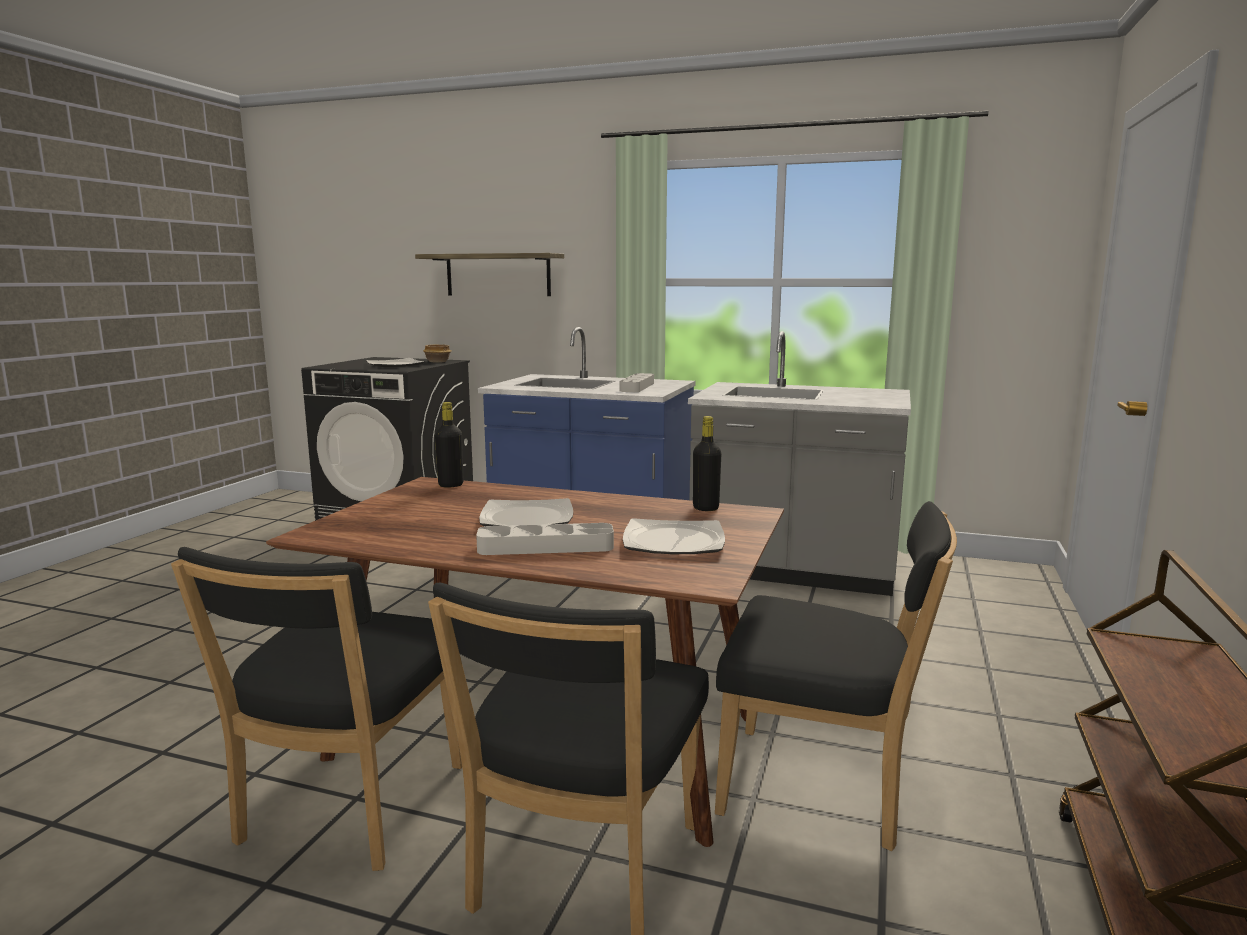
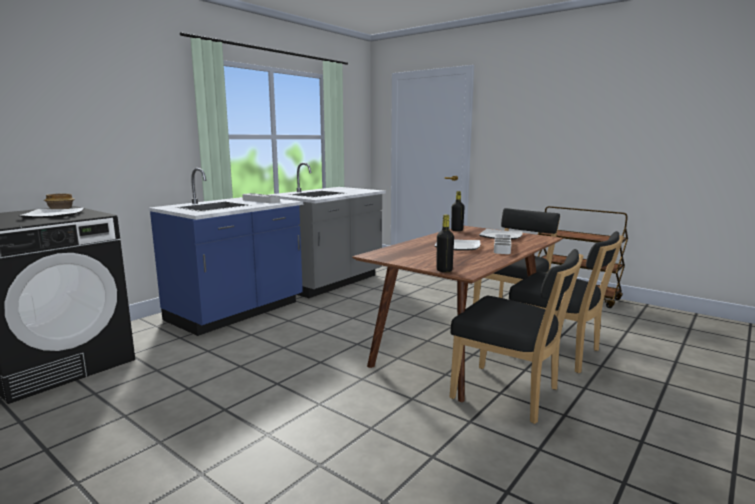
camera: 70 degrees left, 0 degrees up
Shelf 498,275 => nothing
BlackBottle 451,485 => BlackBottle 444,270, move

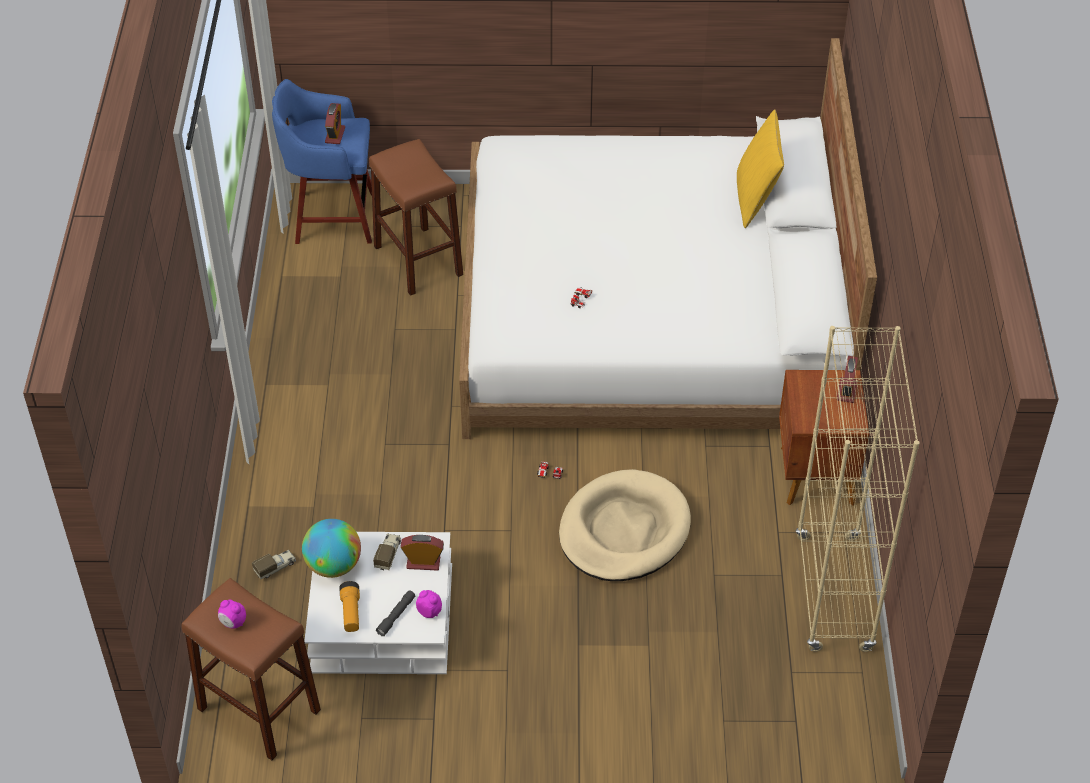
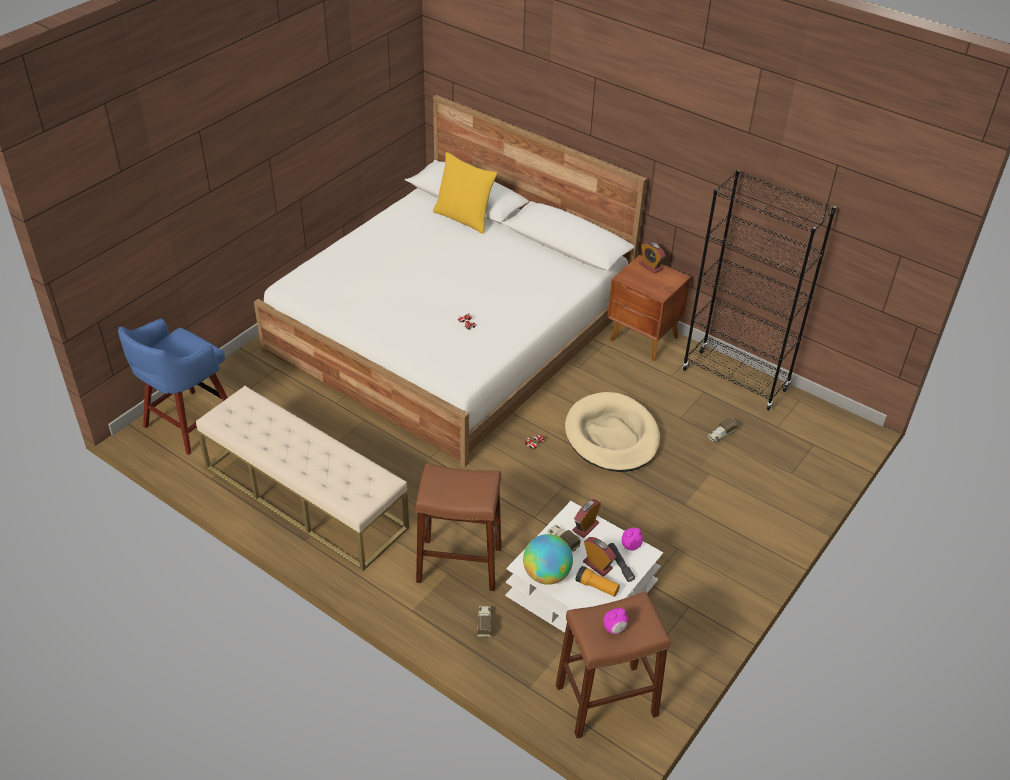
camera: 55 degrees left, 5 degrees down
TableClock 335,135 => TableClock 597,565, move
BrownStoolSeat 418,260 => BrownStoolSeat 459,564, move
BeigeColouredBookshelf 833,594 => BlackBookshelf 735,380
nothing => BeigeColouredBench 304,497
nothing => ToyLorry 720,435

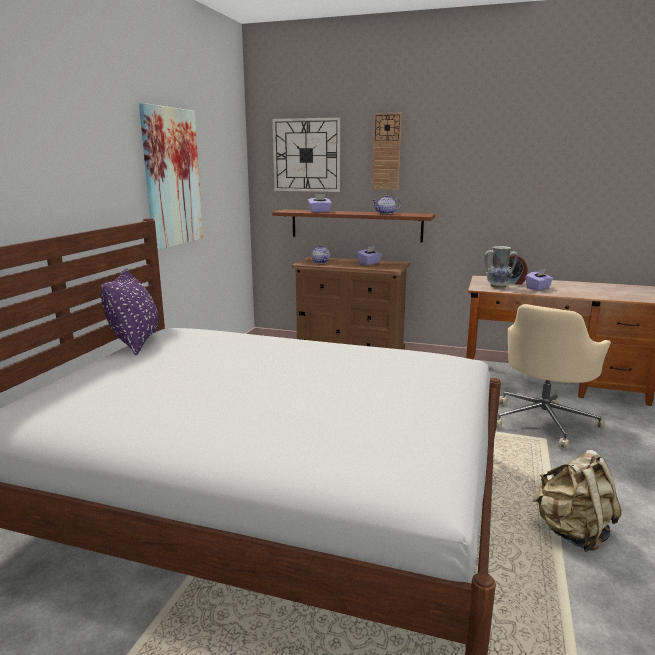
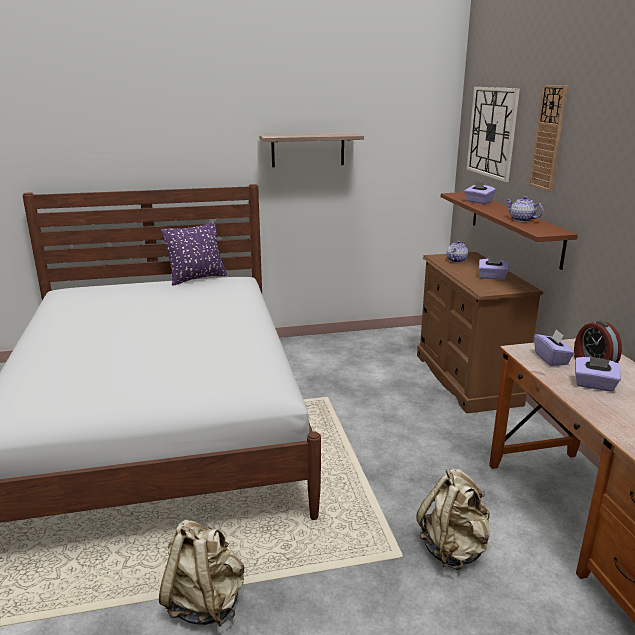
camera: 60 degrees right, 5 degrees up
WallPicture 172,177 => Shelf 308,150
DecorativeVase 498,286 => PurpleColouredTissueBox 551,359
BeigeColouredOfficeChair 543,421 => BeigeColouredRucksack 453,548

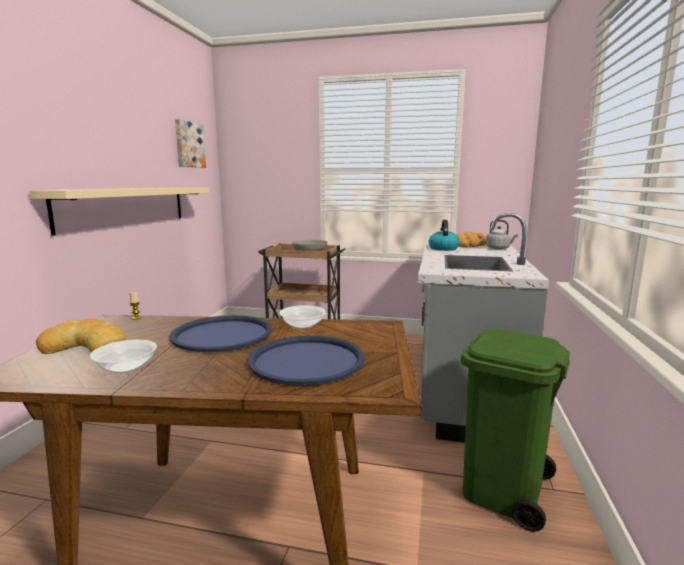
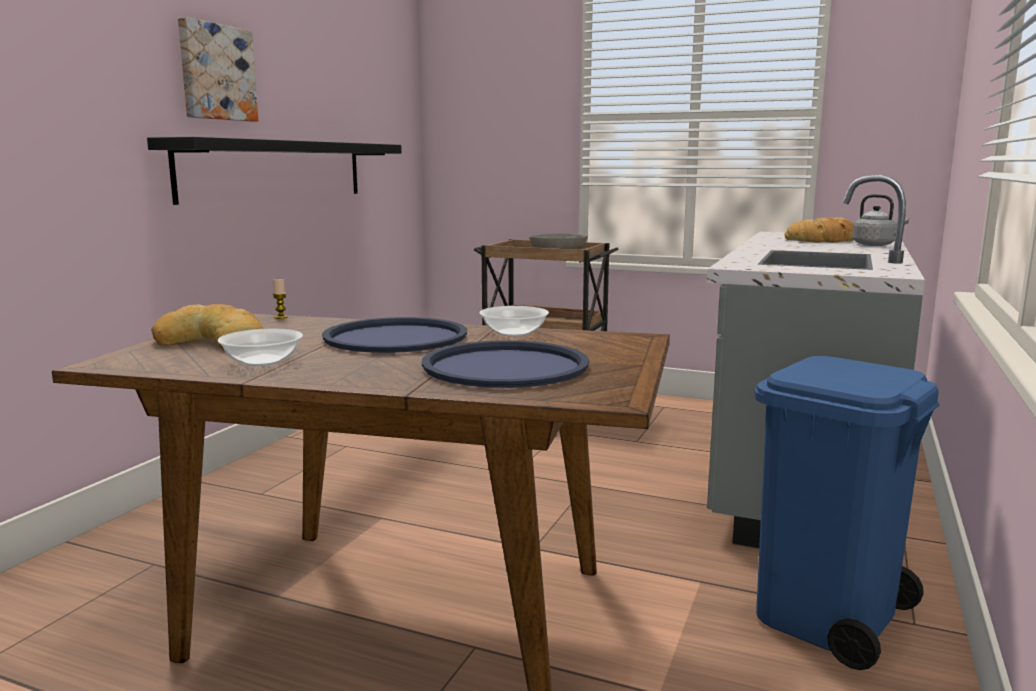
camera: 10 degrees right, 0 degrees up
WallPicture 189,144 => WallPicture 216,73, move
BeigeColouredShelf 126,207 => BlackShelf 276,170
Kettle 443,248 => nothing
GreenColouredTrashCan 503,490 => BlueColouredTrashCan 826,617

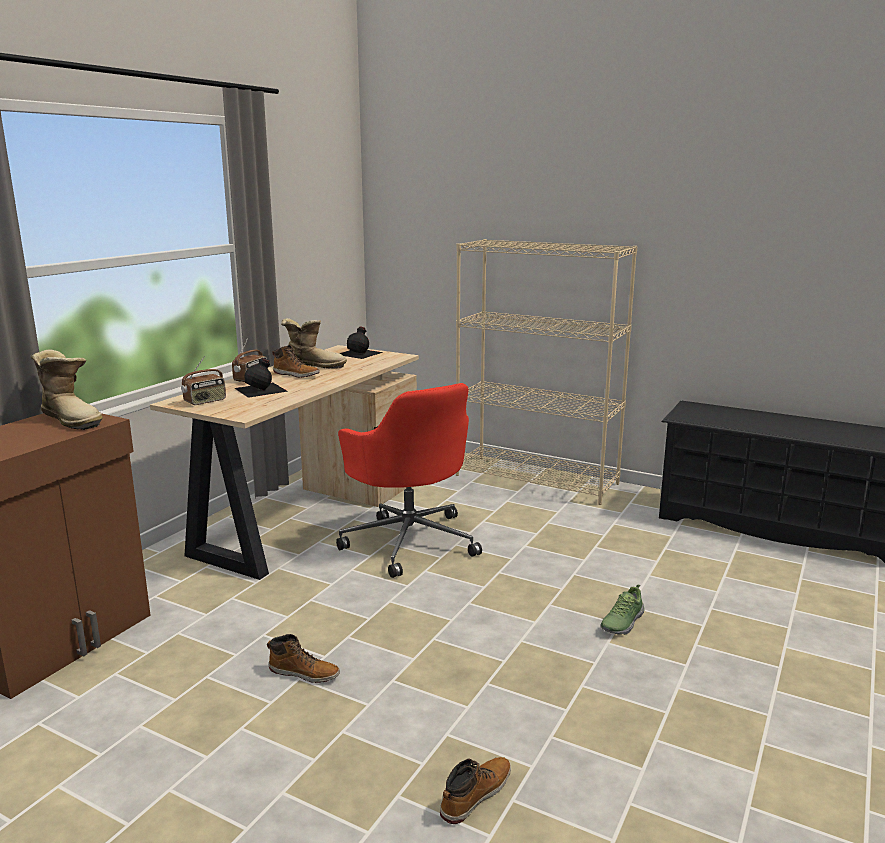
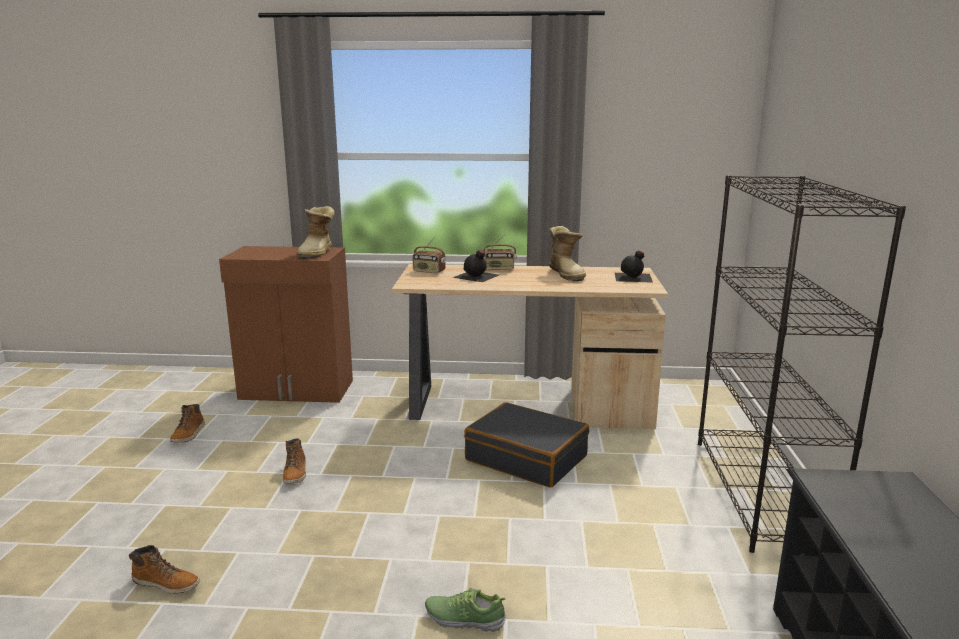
camera: 65 degrees right, 0 degrees up
BeigeColouredBookshelf 537,479 => BlackBookshelf 760,493
TallBoot 296,374 => TallBoot 189,434, move
ReddishOfficeChair 409,541 => BlackSuitcase 526,458

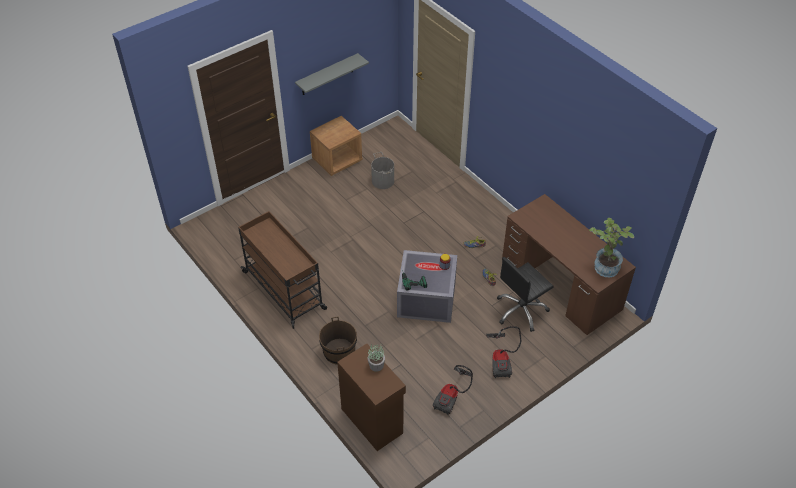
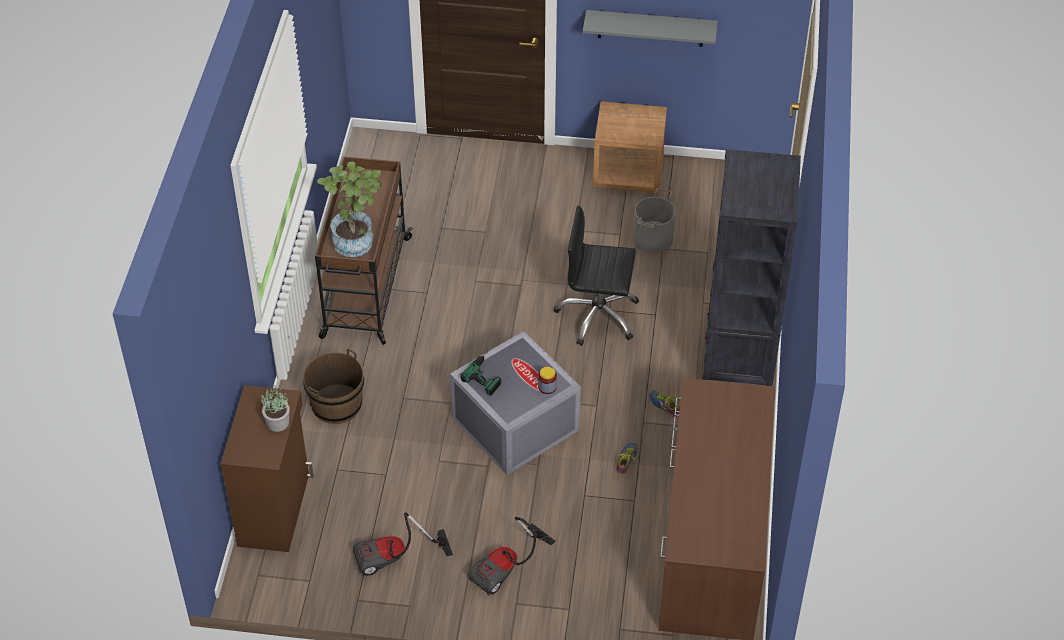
camera: 45 degrees right, 0 degrees up
Houseplant 604,265 => Houseplant 356,239, move
BlackOfficeChair 521,311 => BlackOfficeChair 598,316, move
nothing => BlackBookshelf 737,369

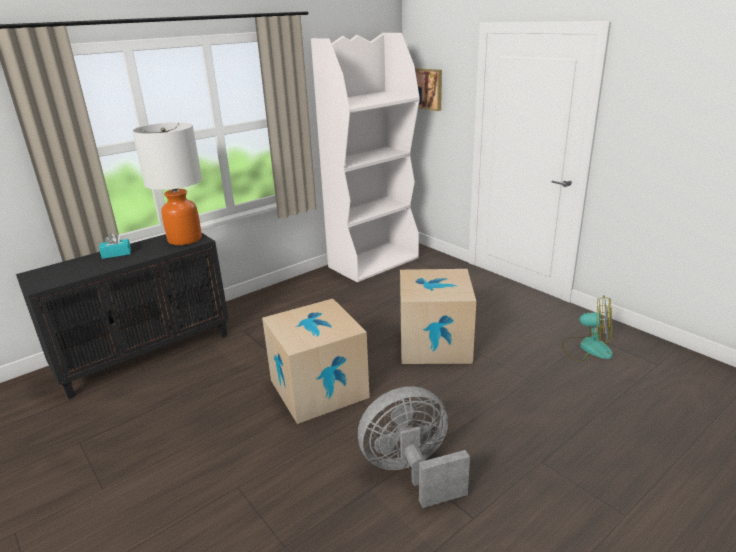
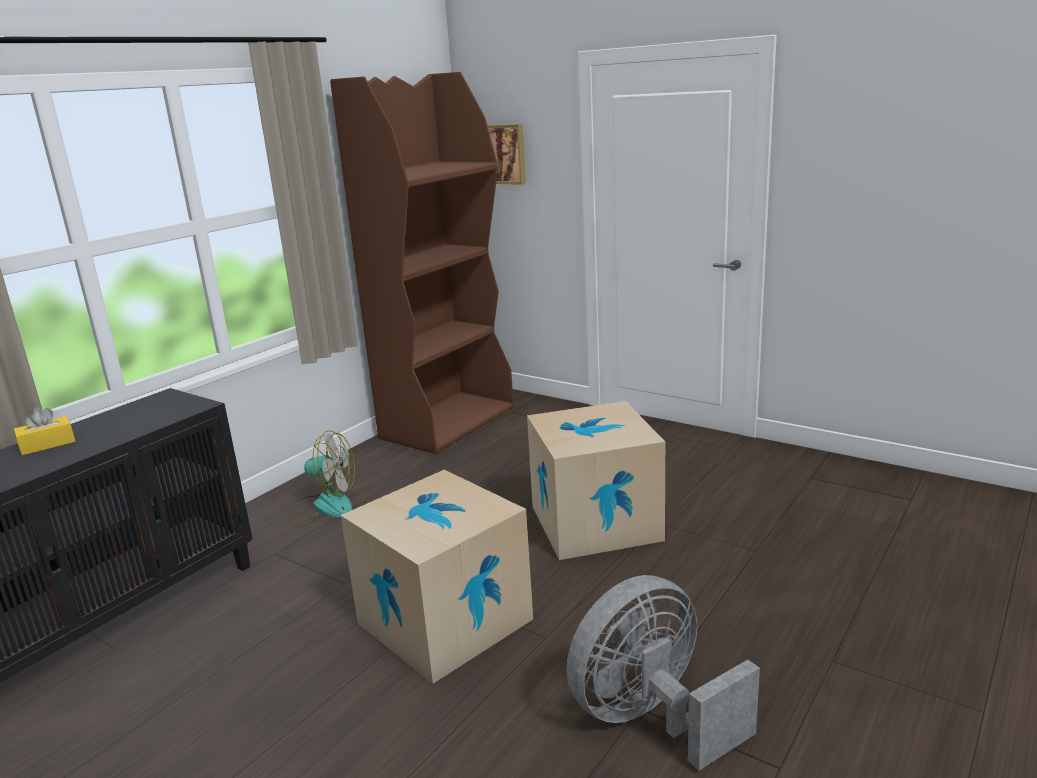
camera: 15 degrees left, 5 degrees down
WhiteBookshelf 374,262 => BrownBookshelf 448,422
LampForATable 184,239 => nothing
TurquoiseColouredTissueBox 116,254 => YellowTissueBox 47,444
Fan 587,347 => Fan 323,506, move

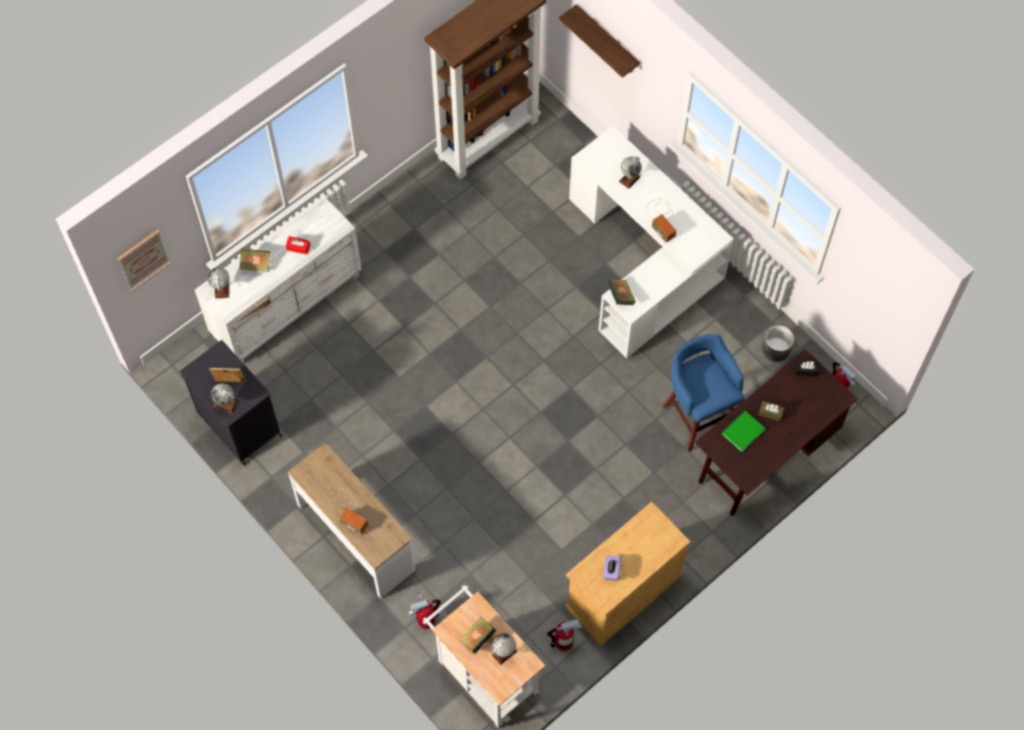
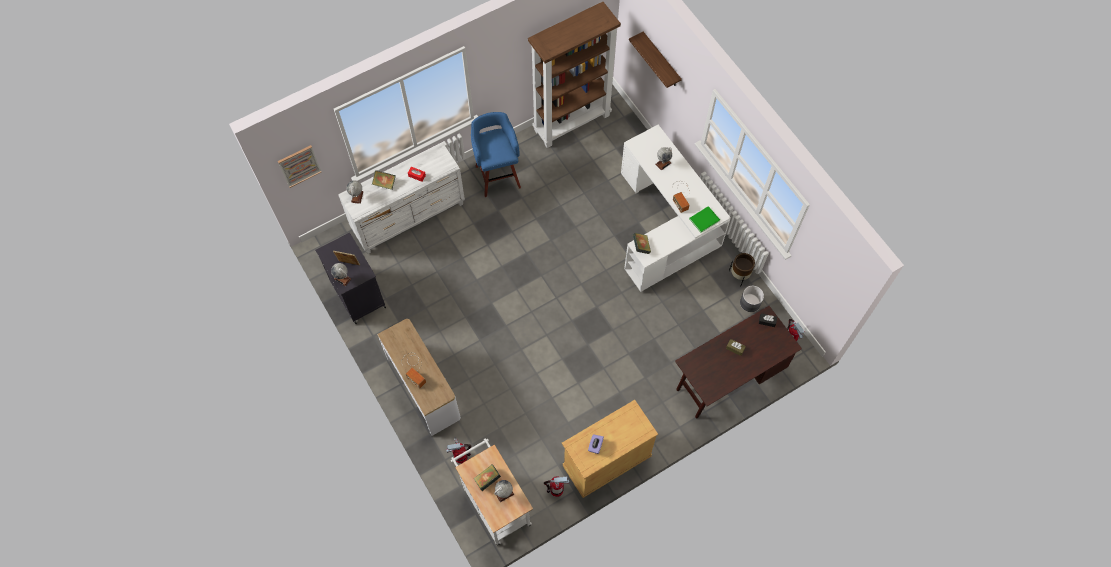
camera: 10 degrees right, 0 degrees up
BlueColouredStoolSeat 698,415 => BlueColouredStoolSeat 497,175, move
GreenColouredBoundBook 741,431 => GreenColouredBoundBook 703,219, move
nothing => BrownPlanter 739,275

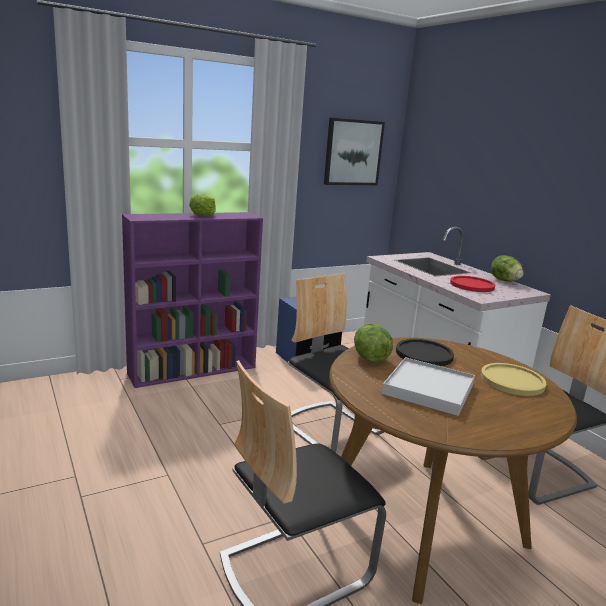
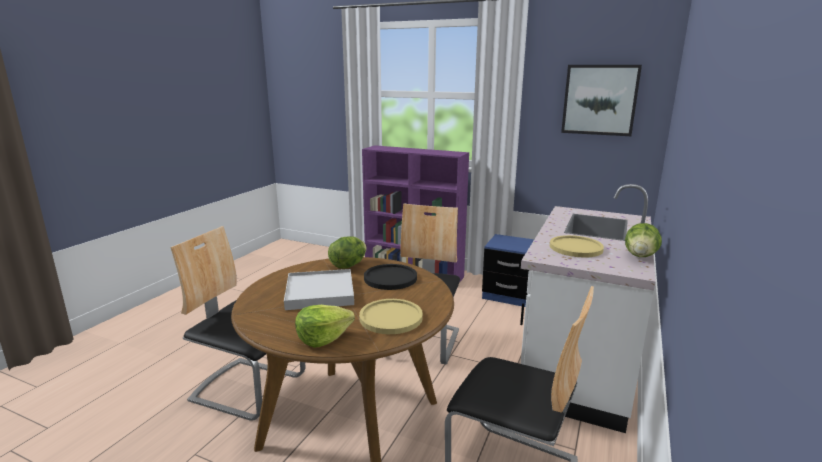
camera: 55 degrees right, 0 degrees up
Lettuce 203,214 => Lettuce 323,338, move
ReddishPlate 472,285 => YellowPlate 575,248

